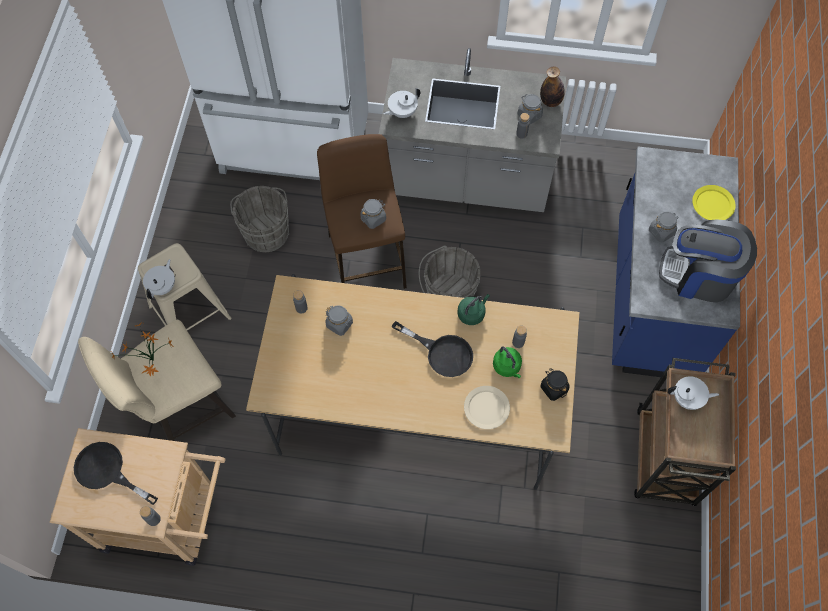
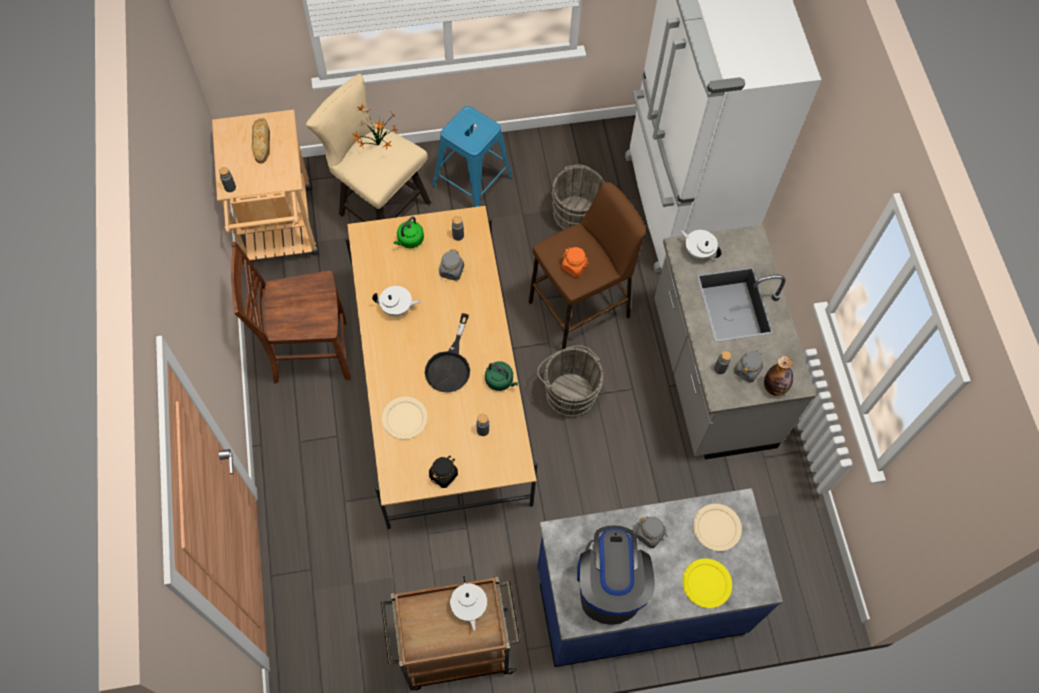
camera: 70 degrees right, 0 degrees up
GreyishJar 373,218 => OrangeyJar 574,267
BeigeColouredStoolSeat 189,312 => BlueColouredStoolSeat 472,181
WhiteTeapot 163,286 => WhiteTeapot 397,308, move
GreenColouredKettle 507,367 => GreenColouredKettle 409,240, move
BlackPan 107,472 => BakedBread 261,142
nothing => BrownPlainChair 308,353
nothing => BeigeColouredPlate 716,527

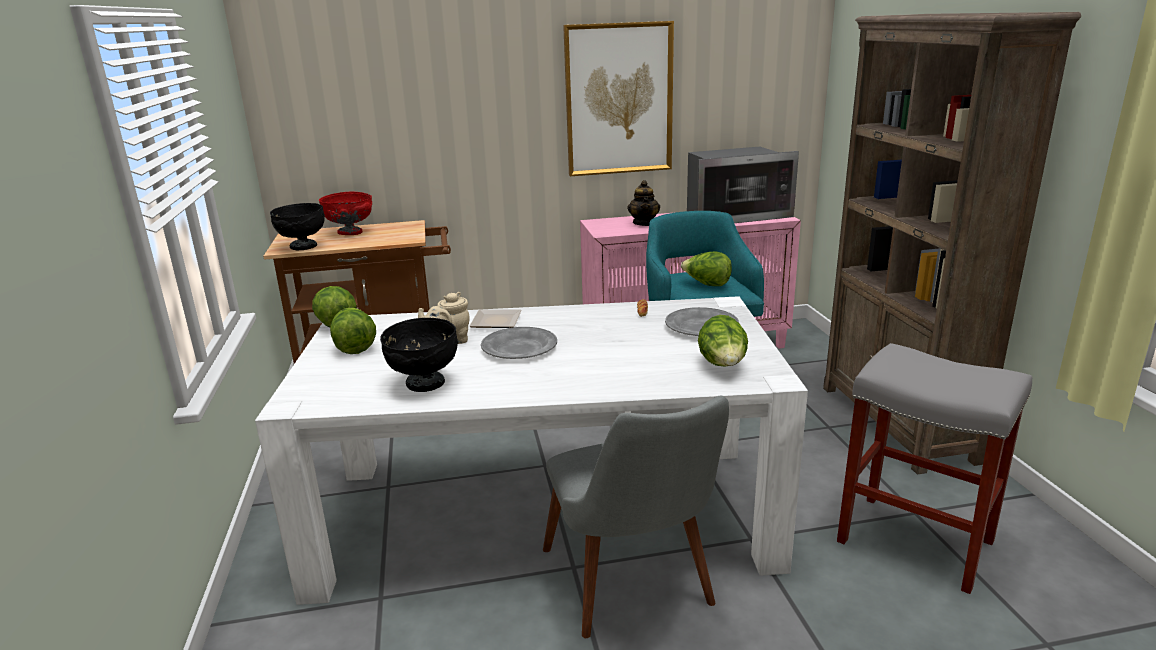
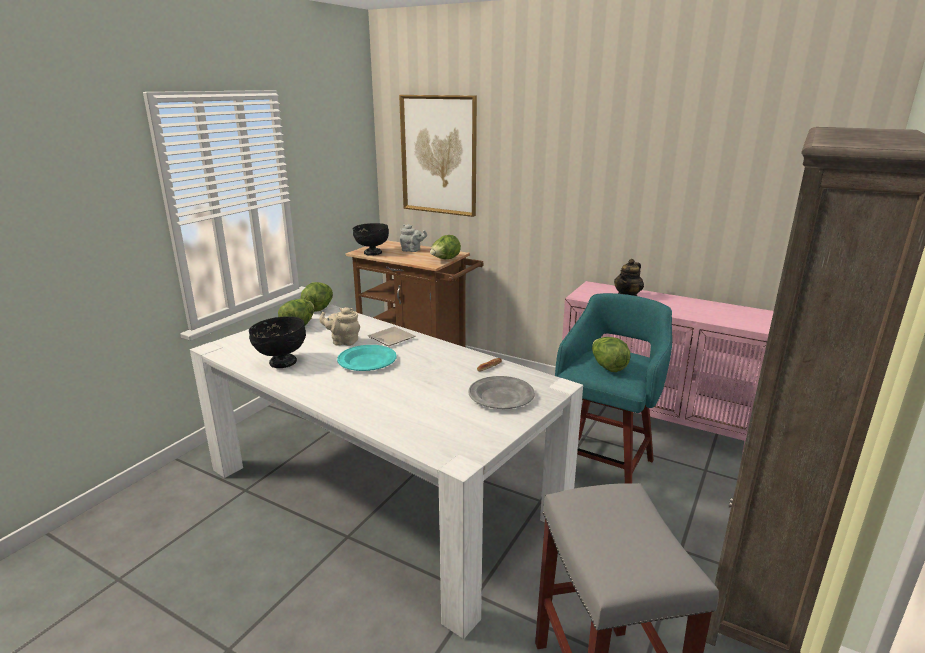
camera: 40 degrees right, 0 degrees up
WallPicture 619,99 => WallPicture 439,155, move
MicrowaveOven 734,215 => nothing
ReddishBowl 350,233 => GreyishTeapot 412,250
Lettuce 723,366 => Lettuce 445,260, move
GreyishPlate 519,348 => TurquoiseColouredPlate 367,361
GreyishPlainChair 636,590 => nothing

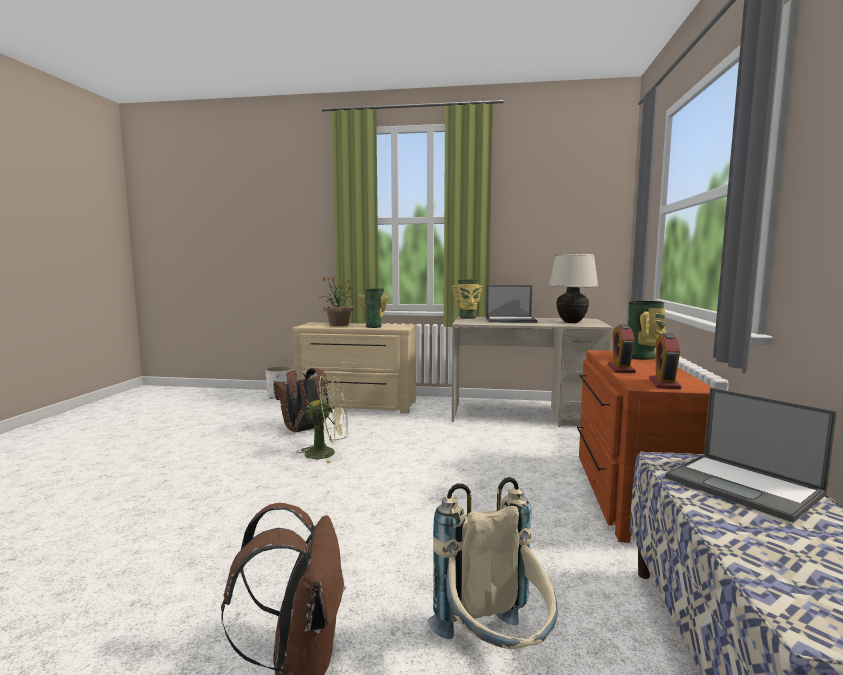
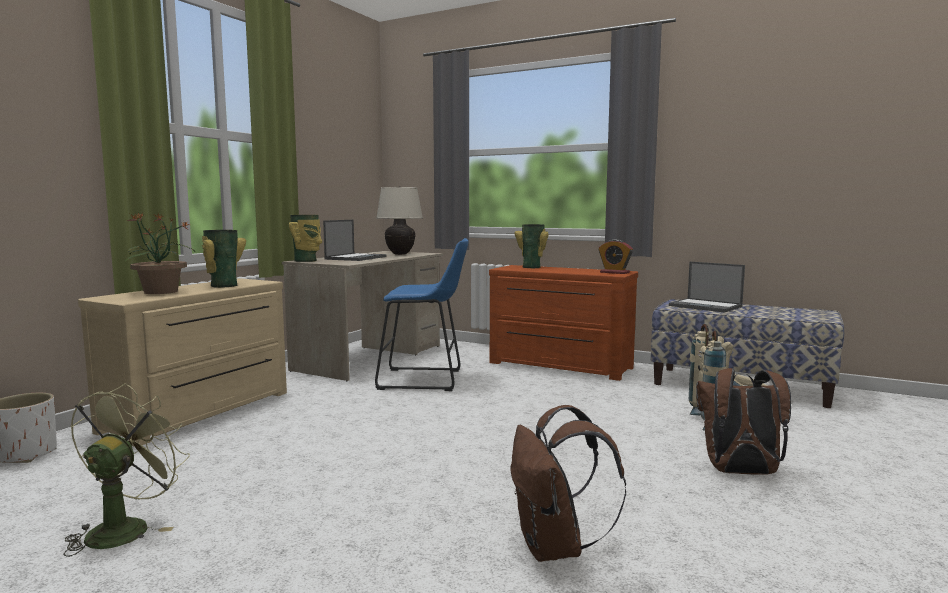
camera: 70 degrees left, 0 degrees up
TableClock 621,369 => nothing
BrownRucksack 304,430 => BrownRucksack 555,548, move
GreenColouredFan 327,453 => GreenColouredFan 125,528, move
PortableComputer 745,486 => PortableComputer 706,306, 60 degrees clockwise
nothing => BlueColouredStoolSeat 425,380

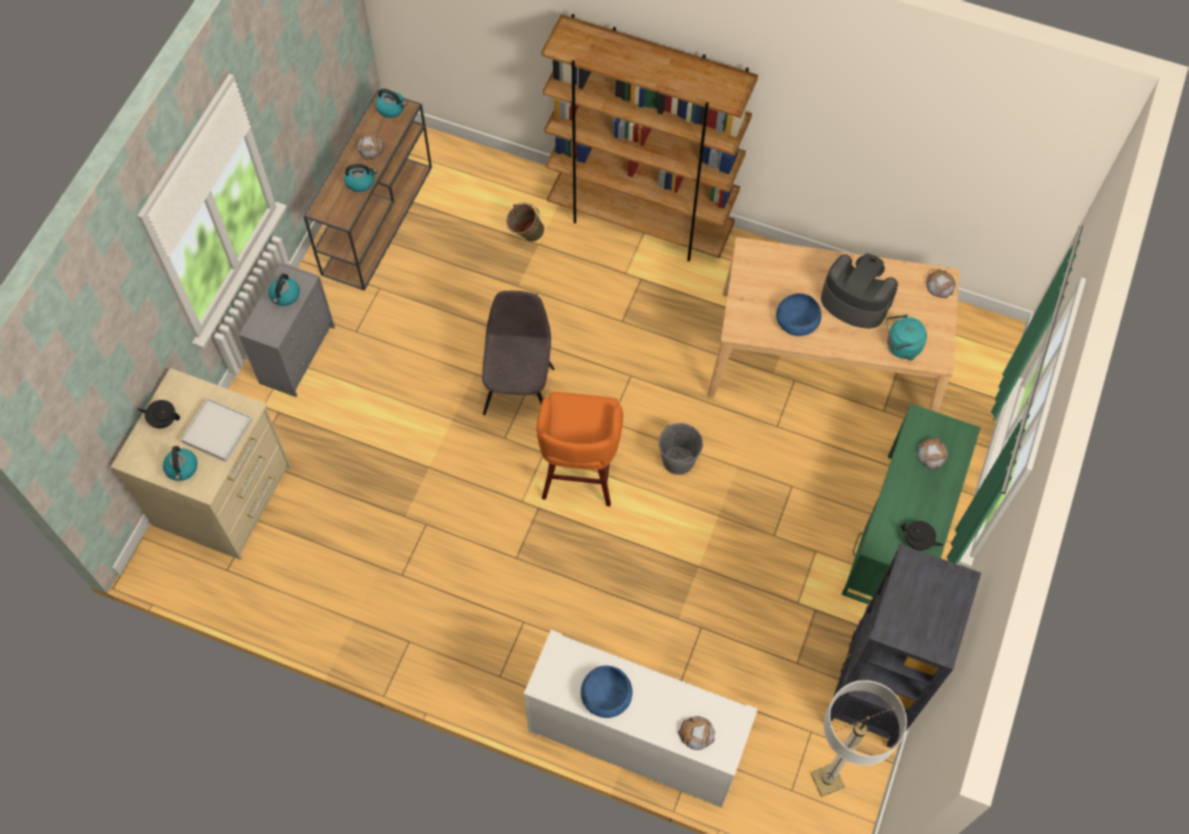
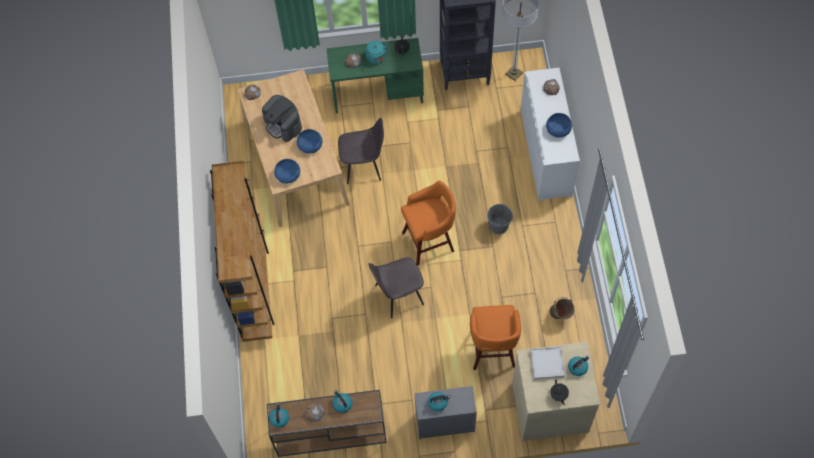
camera: 115 degrees left, 0 degrees up
GreenColouredPail 525,236 => GreenColouredPail 560,316, move
CoffeeMachine 855,301 => CoffeeMachine 283,125, 45 degrees counterclockwise
TurquoiseColouredKettle 901,346 => TurquoiseColouredKettle 377,58, move
GreyishPail 678,460 => GreyishPail 499,225, move
nothing => GreyishPlainChair 364,166
nothing => BlueColouredBowl 288,174
nothing => OrangeyStoolSeat 492,351

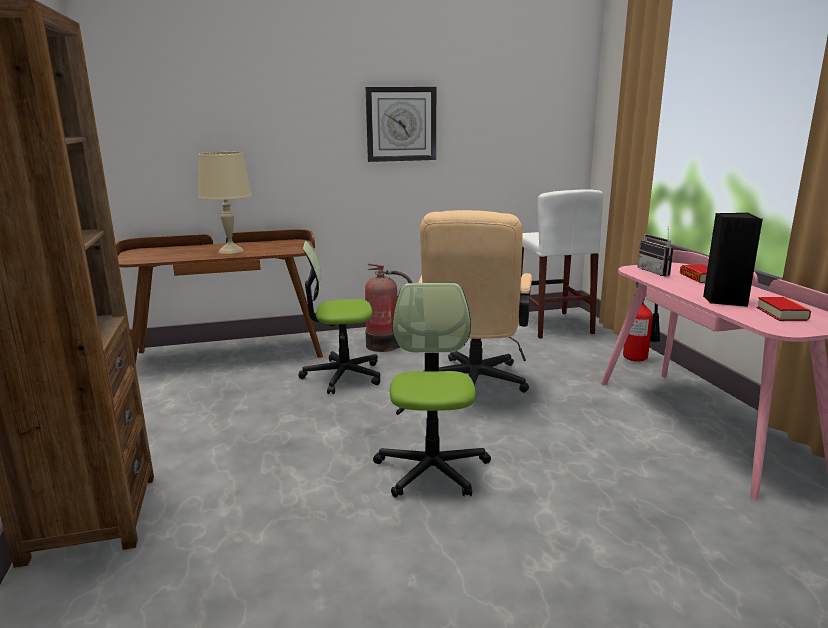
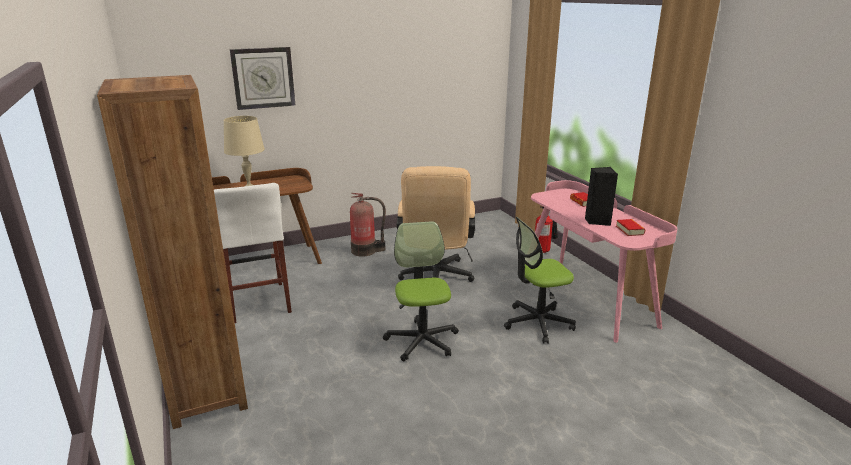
camera: 10 degrees left, 5 degrees up
ClockOnTheWall 401,124 => ClockOnTheWall 263,78, move
WhiteStoolSeat 552,325 => WhiteStoolSeat 258,302, move
RadioSet 657,272 => nothing
OfficeChair 342,375 => OfficeChair 537,323, move

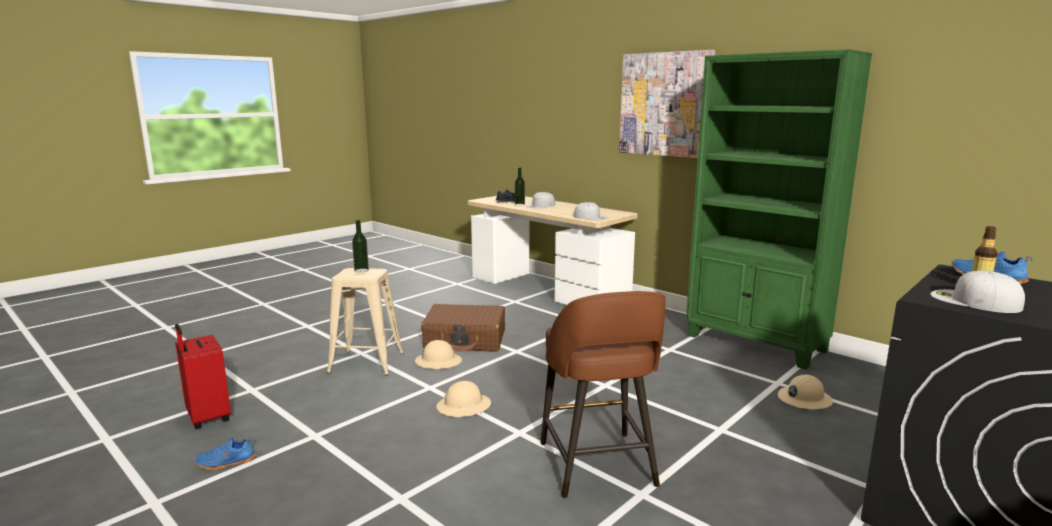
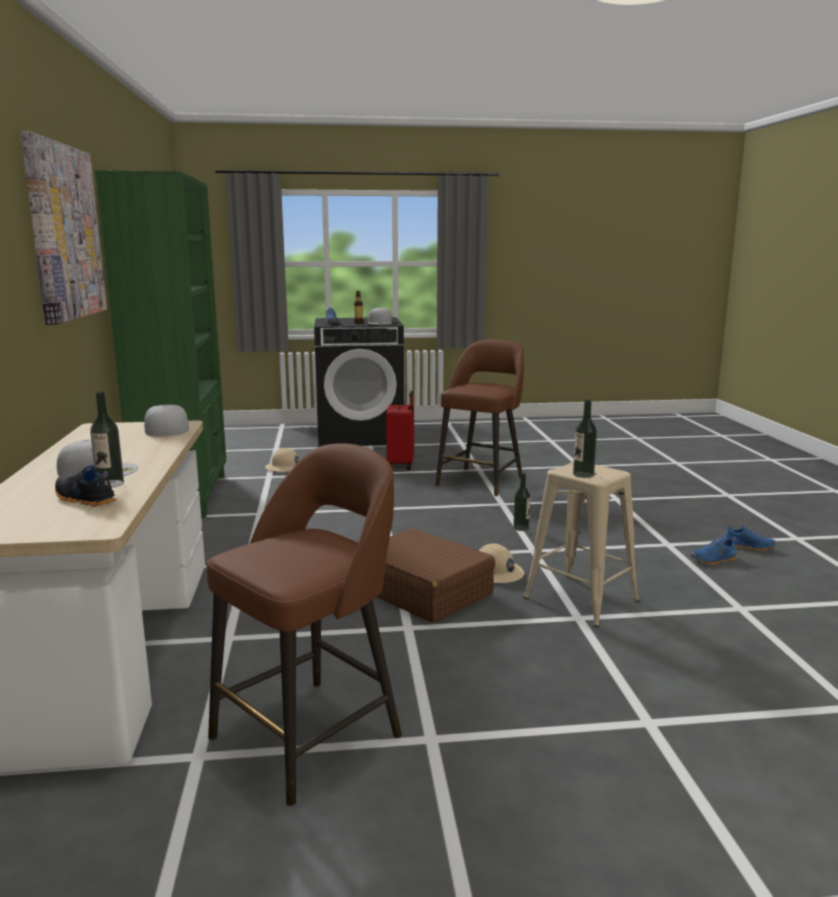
camera: 140 degrees left, 0 degrees up
ReddishSuitcase 207,418 => ReddishSuitcase 401,465, move
BeigeColouredHardHat 464,406 => Bottle 521,528
nothing => BrownStoolSeat 311,734
nothing => BlueColouredItemOfFootwear 713,560

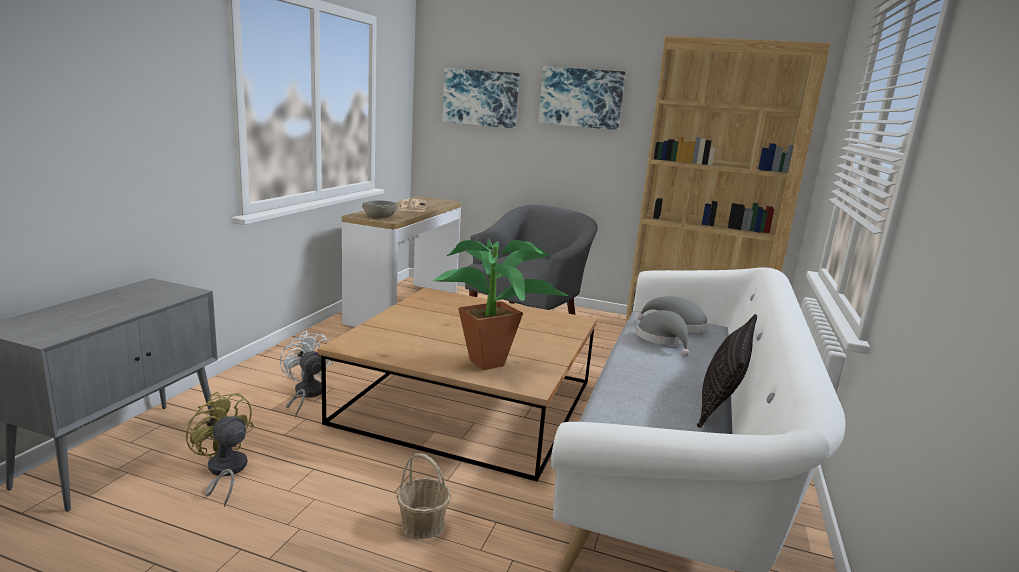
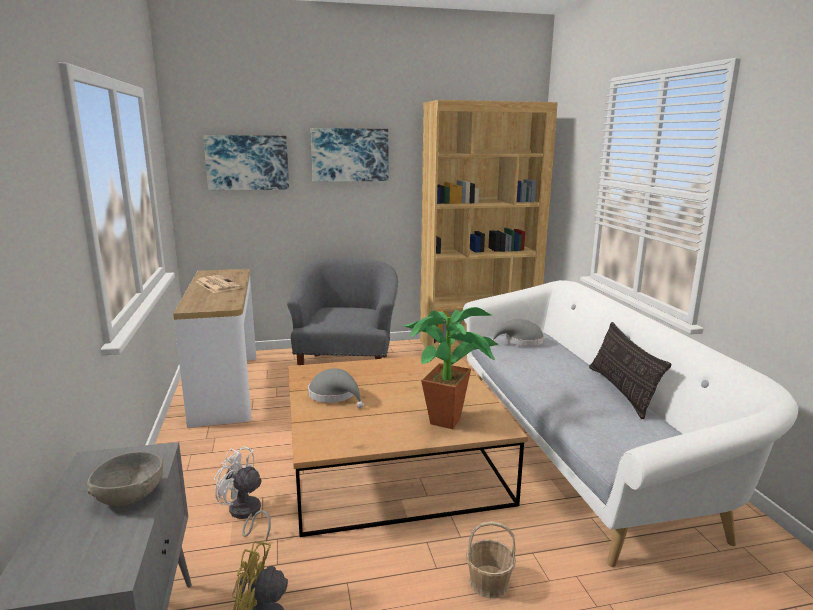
camera: 30 degrees left, 0 degrees up
GreyishBowl 379,217 => GreyishBowl 129,495, move
GreyishClothingHat 663,339 => GreyishClothingHat 335,395, move

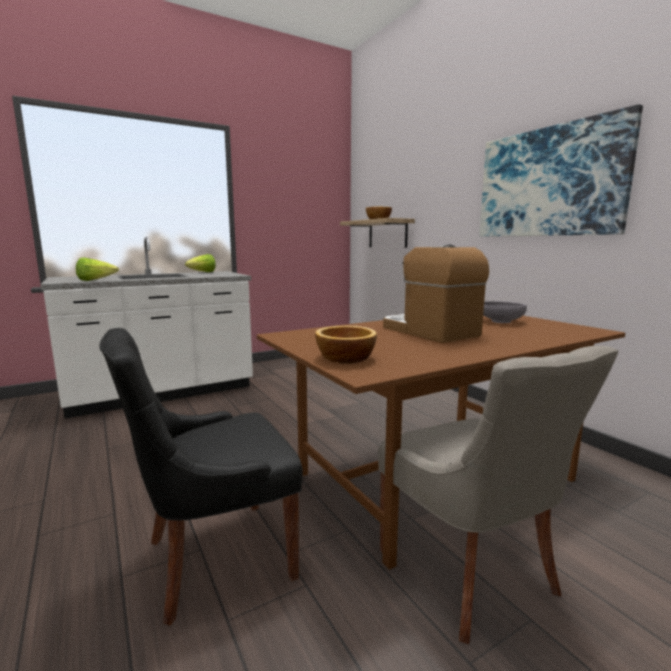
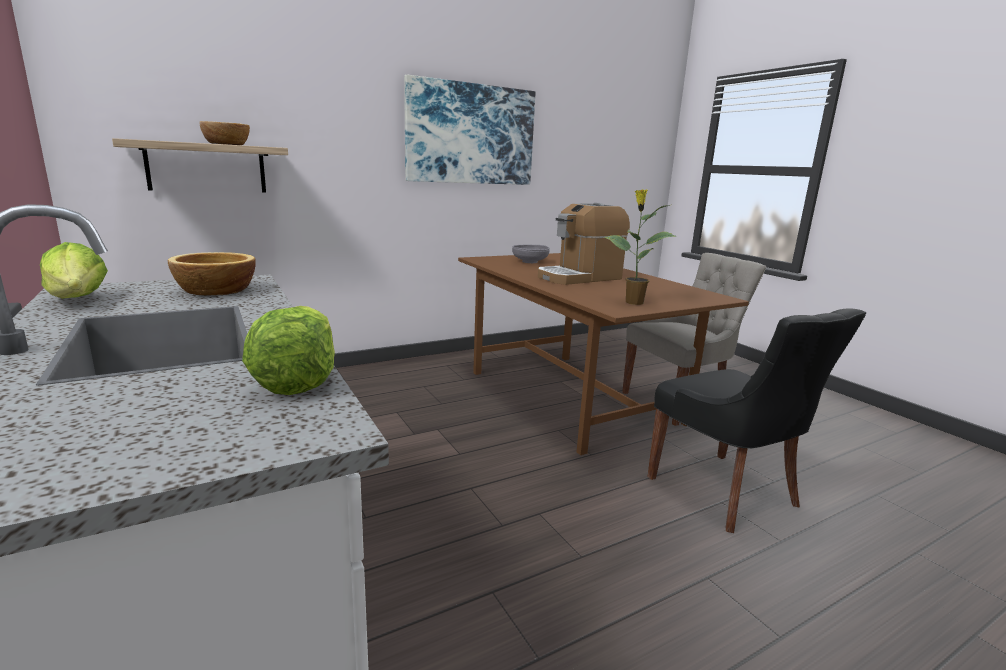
camera: 90 degrees left, 5 degrees up
Bowl 344,358 => Bowl 214,291, move
nothing => Houseplant 633,302

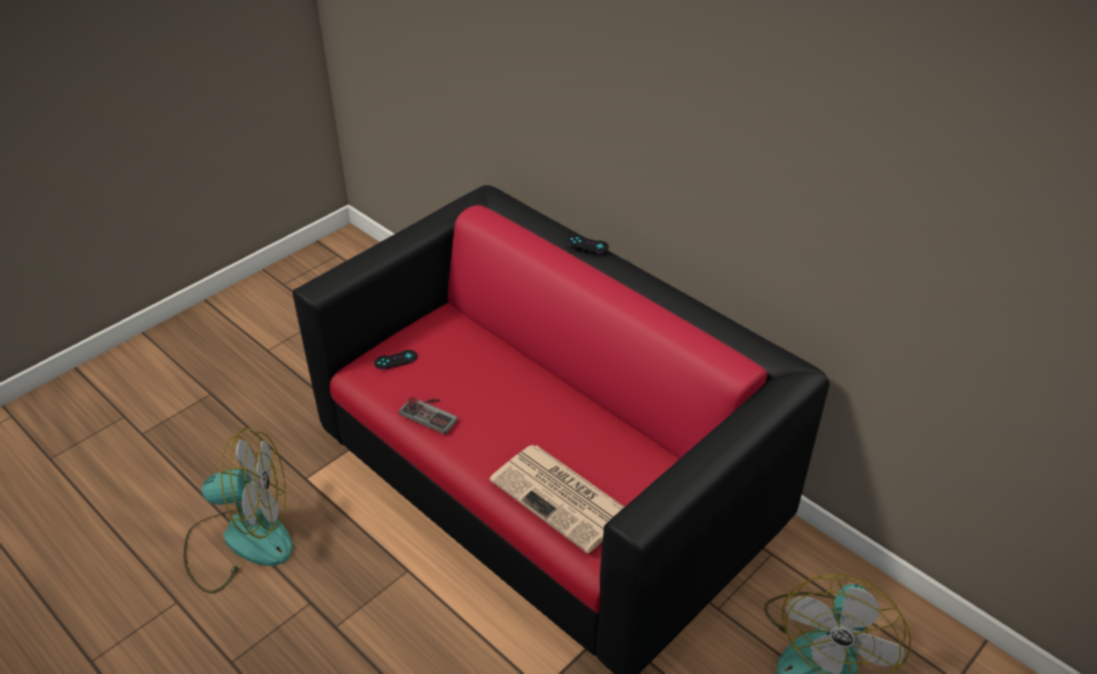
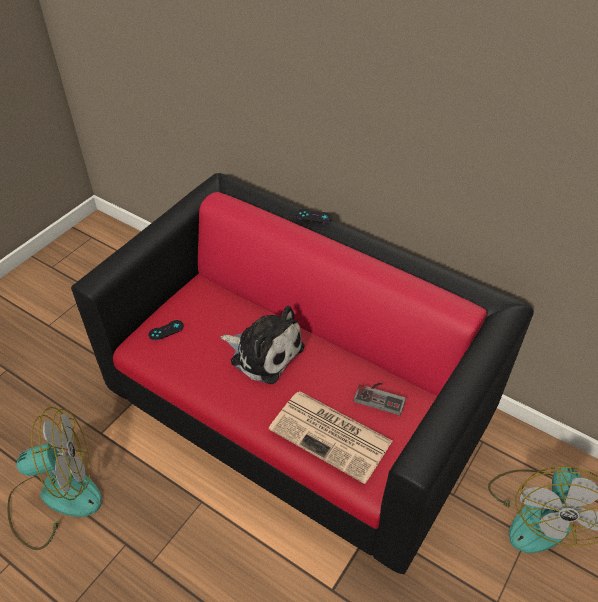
camera: 10 degrees left, 5 degrees up
GameController 432,413 => GameController 380,396, move
nothing => PlushToy 264,352

